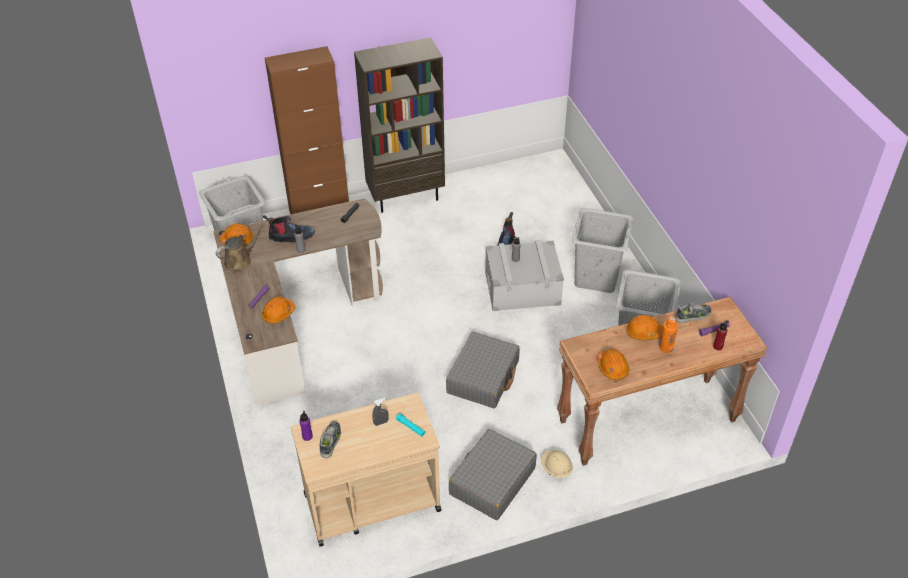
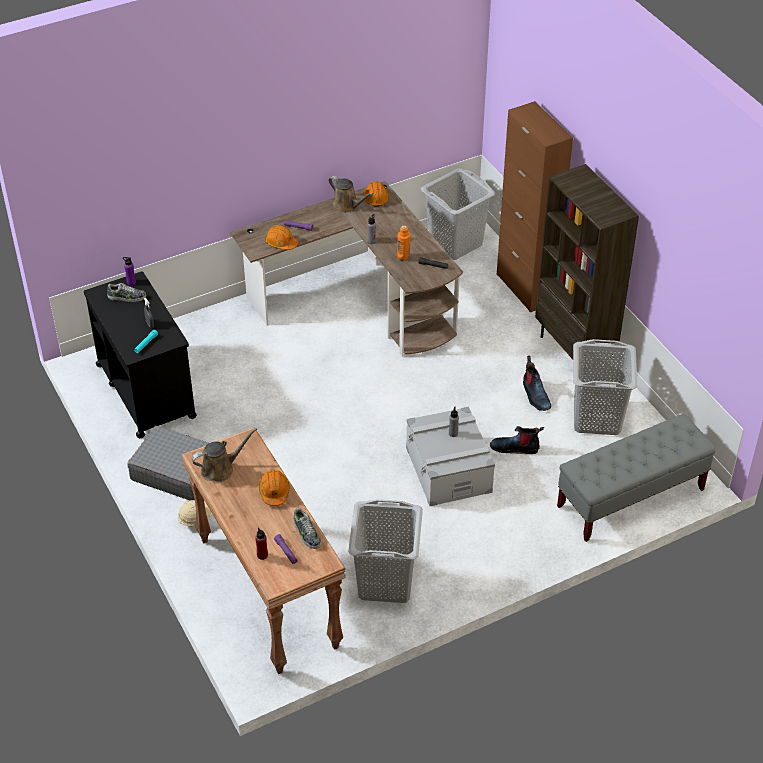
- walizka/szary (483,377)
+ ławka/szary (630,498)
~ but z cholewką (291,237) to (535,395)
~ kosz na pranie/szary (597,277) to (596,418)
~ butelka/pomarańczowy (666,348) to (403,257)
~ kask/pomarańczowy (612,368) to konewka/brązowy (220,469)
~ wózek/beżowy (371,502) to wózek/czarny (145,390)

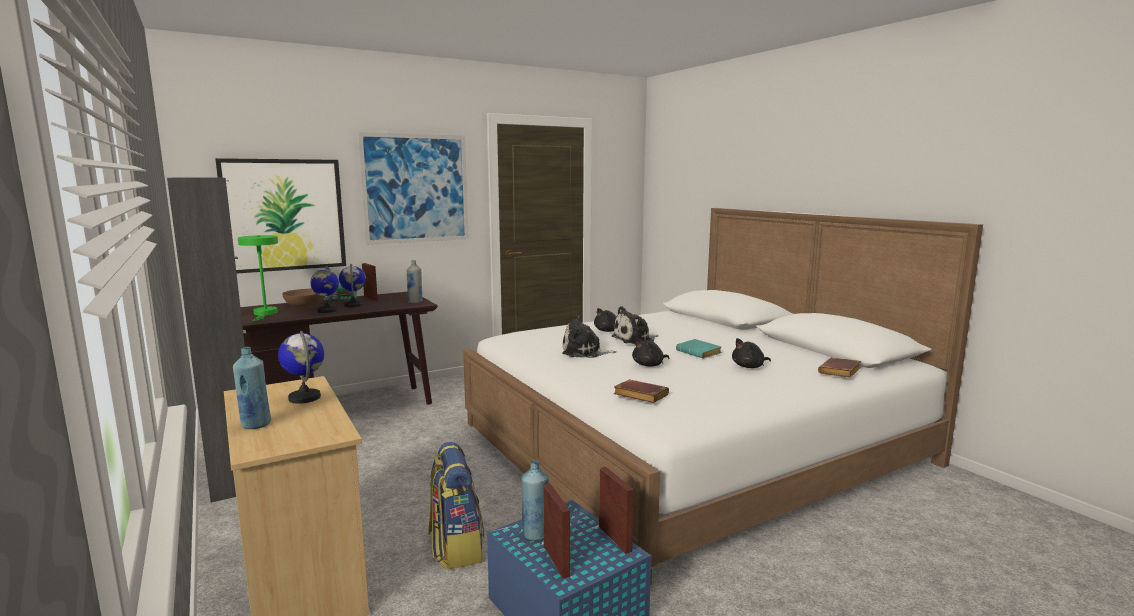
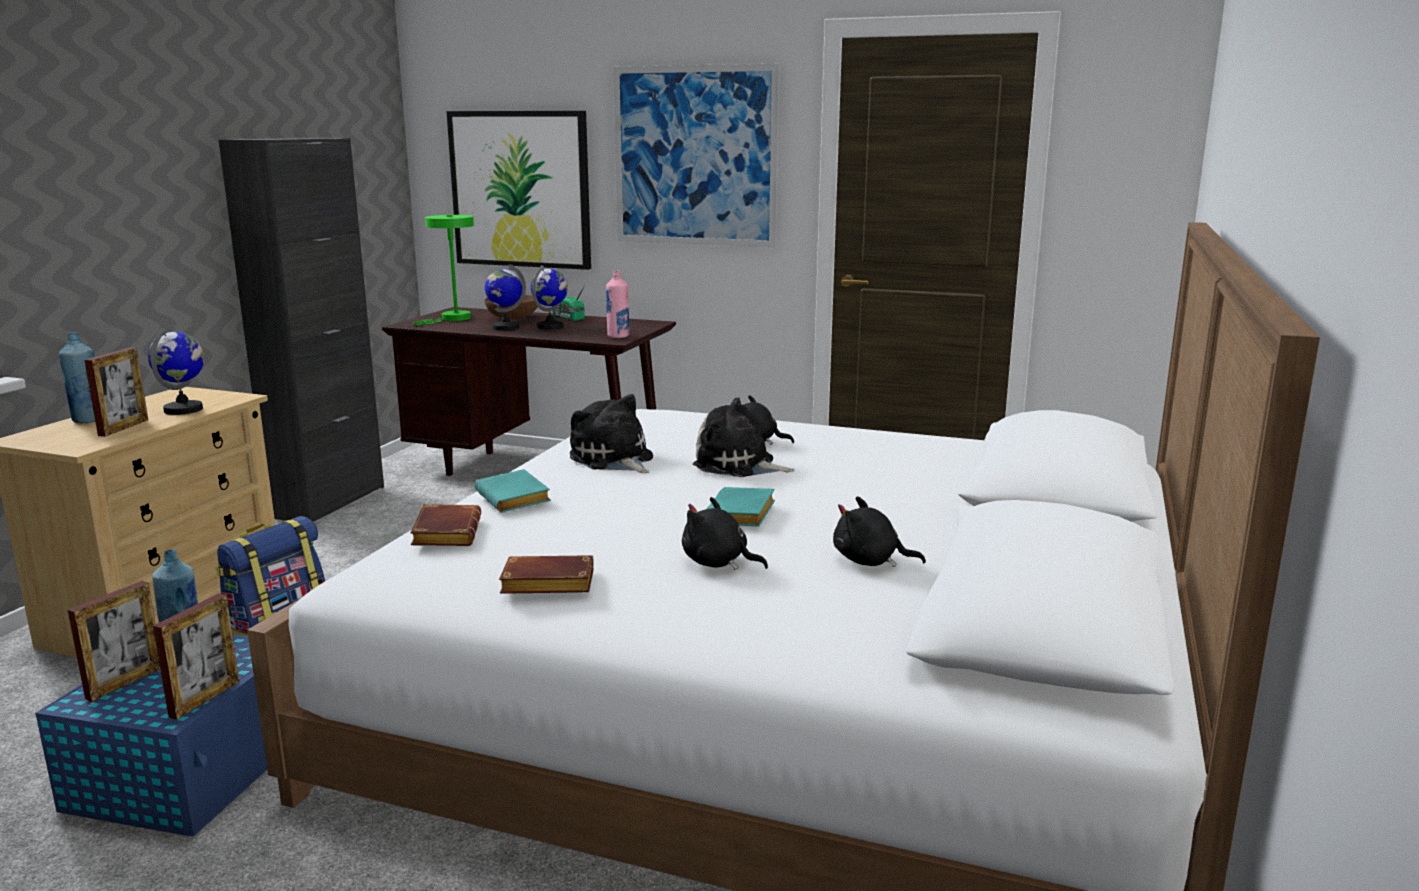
+ książka/turkusowy (516,499)
~ ramka na zdjęcie (370,298) to (123,427)
~ pluszak/czarny (649,365) to (870,561)
~ książka/brązowy (840,372) to (545,585)
~ butelka/szary (415,302) to butelka/różowy (618,336)

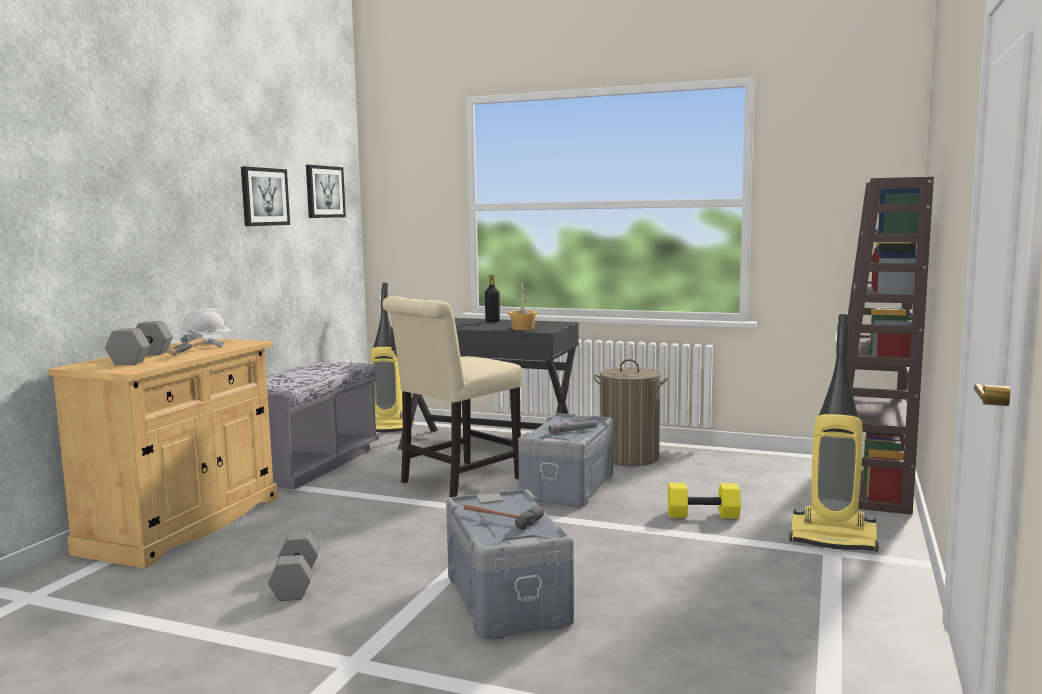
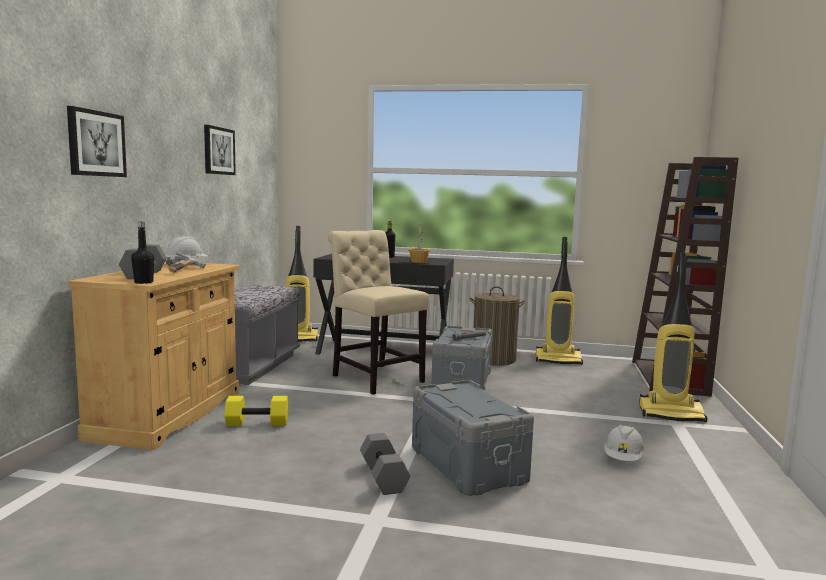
- młotek (500,519)
+ butelka/czarny (144,282)
+ odkurzacz (558,360)
+ kask/biały (623,459)
~ hantel/szary (297,582) to (384,477)
~ obraz (324,192) to (96,143)
~ hantel/żółty (703,514) to (258,423)
~ krzesło/beżowy (455,482) = (375,378) 105 degrees clockwise

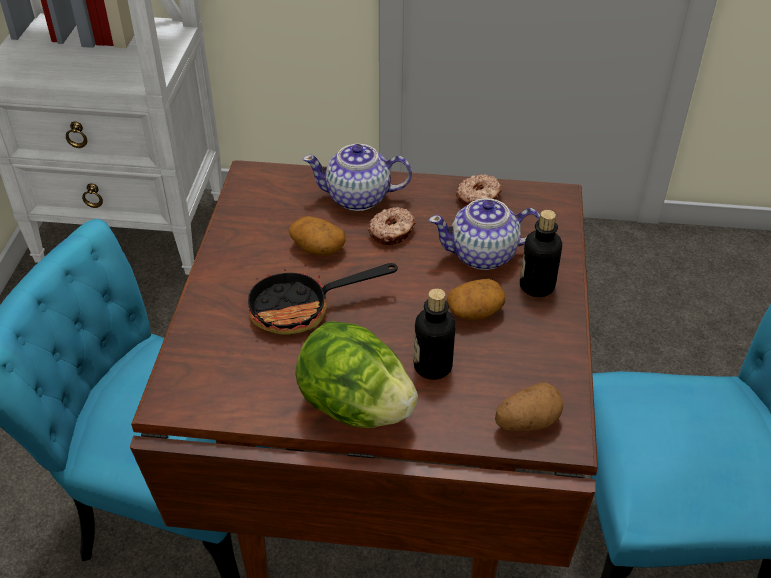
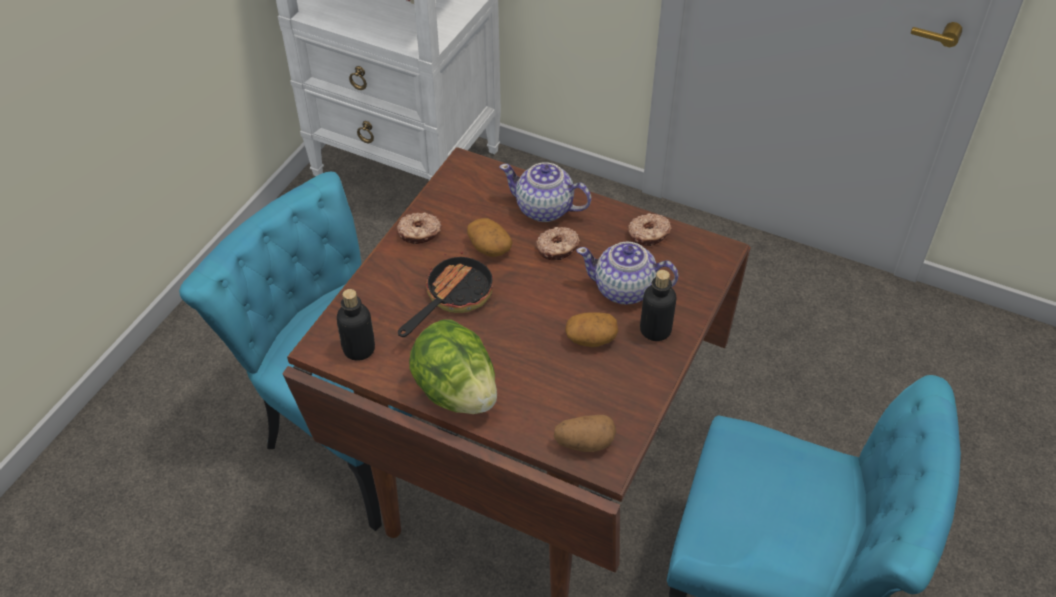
+ donut (419,233)
~ butelka (432,366) to (359,349)
~ patelnia (302,309) = (452,298) 120 degrees clockwise

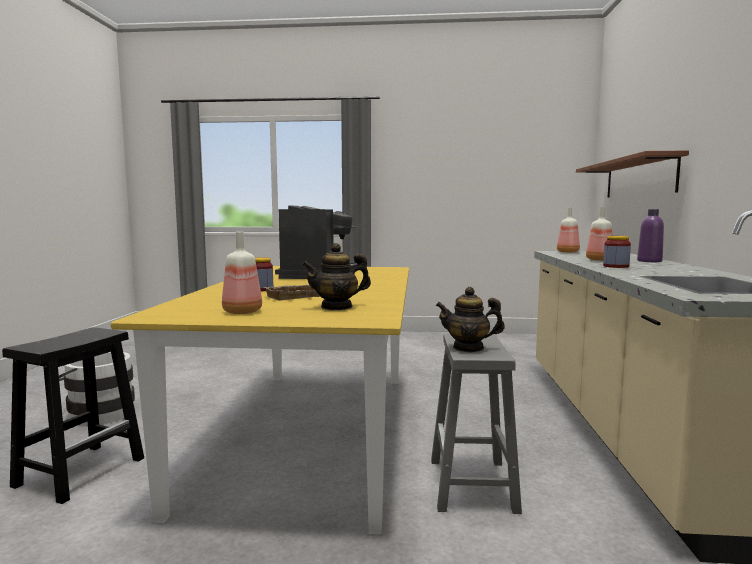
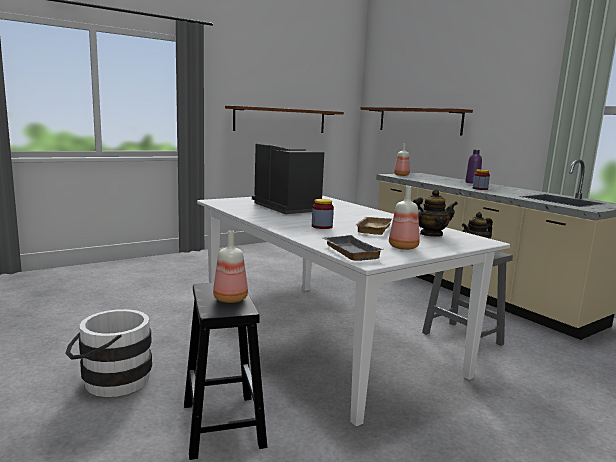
+ półka/brązowy (280,120)
+ taca/szary (348,252)
~ butelka (599,260) to (230,298)
~ stół jadalny/żółty (310,431) to stół jadalny/biały (323,338)
~ imbryk (337,307) = (430,235) 135 degrees counterclockwise

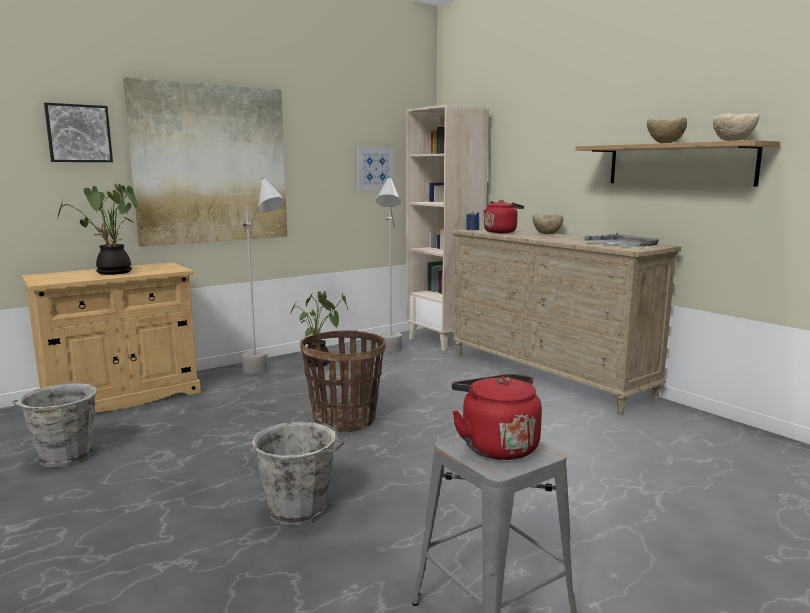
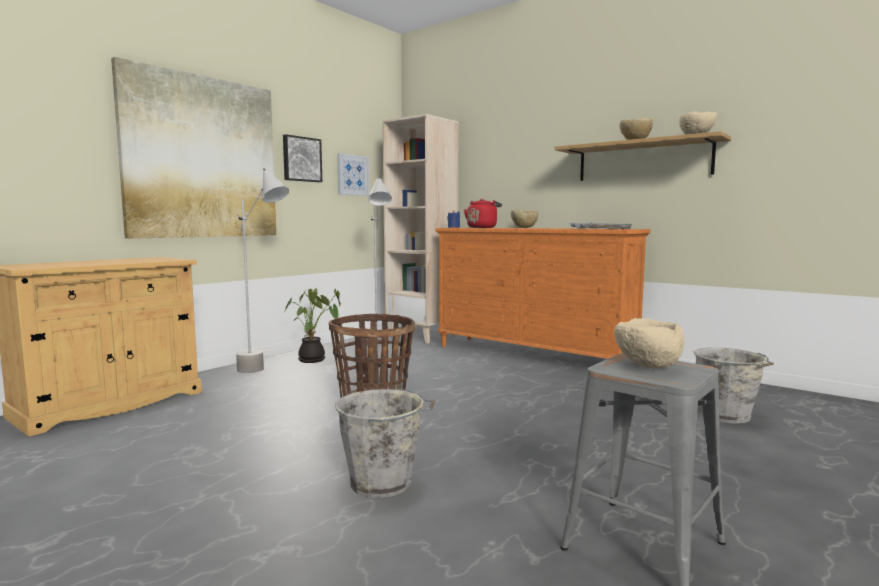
- roślina doniczkowa (111,273)
~ wiadro/szary (65,458) to (727,416)
~ obraz (78,133) to (301,159)
~ czajnik/czerwony (496,446) to miska/beżowy (647,366)
~ komoda/beżowy (547,376) to komoda/pomarańczowy (532,355)

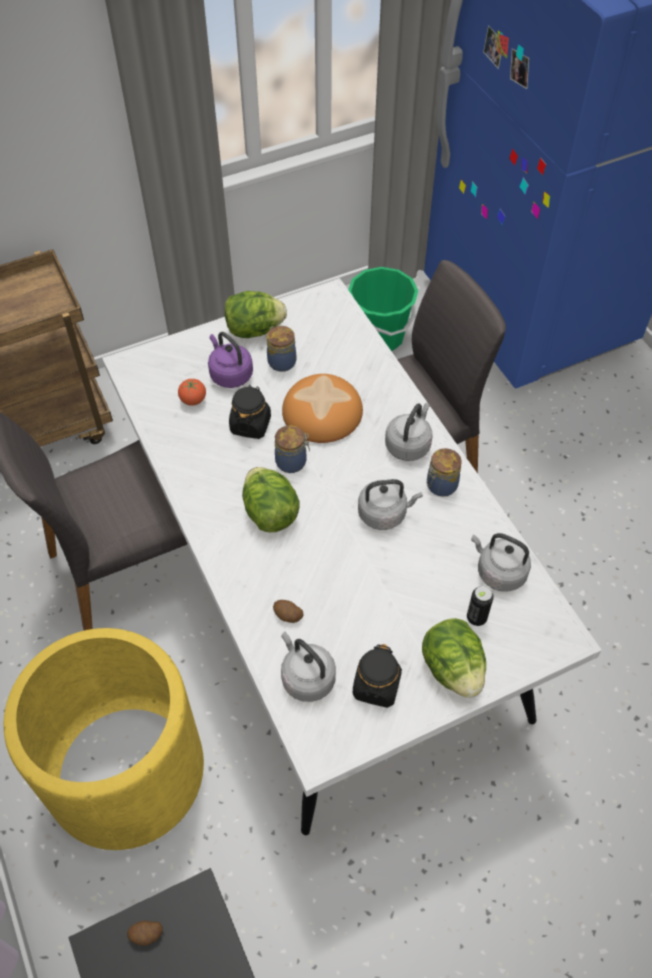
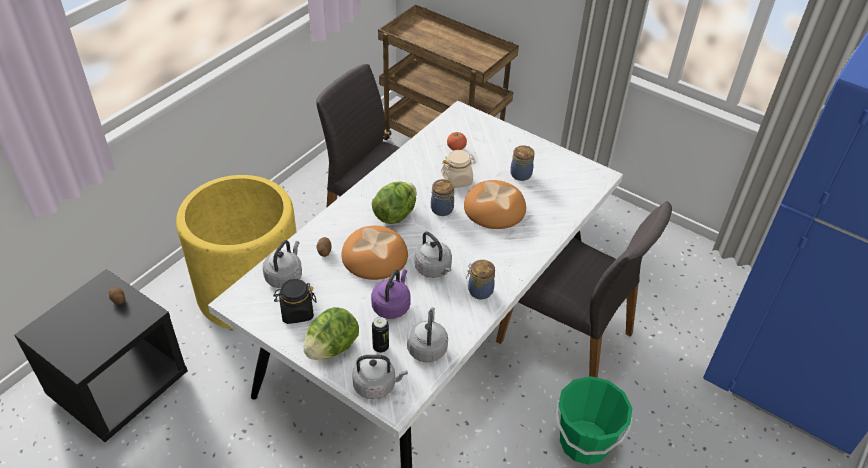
- sałata (254,330)
+ chleb (374,257)
~ czajnik/fioletowy (230,374) to (392,305)
~ wiadro/zielony (380,336) to (584,442)
~ czajnik/szary (409,445) to (377,385)
~ słoik/czarny (250,425) to słoik/beżowy (457,180)

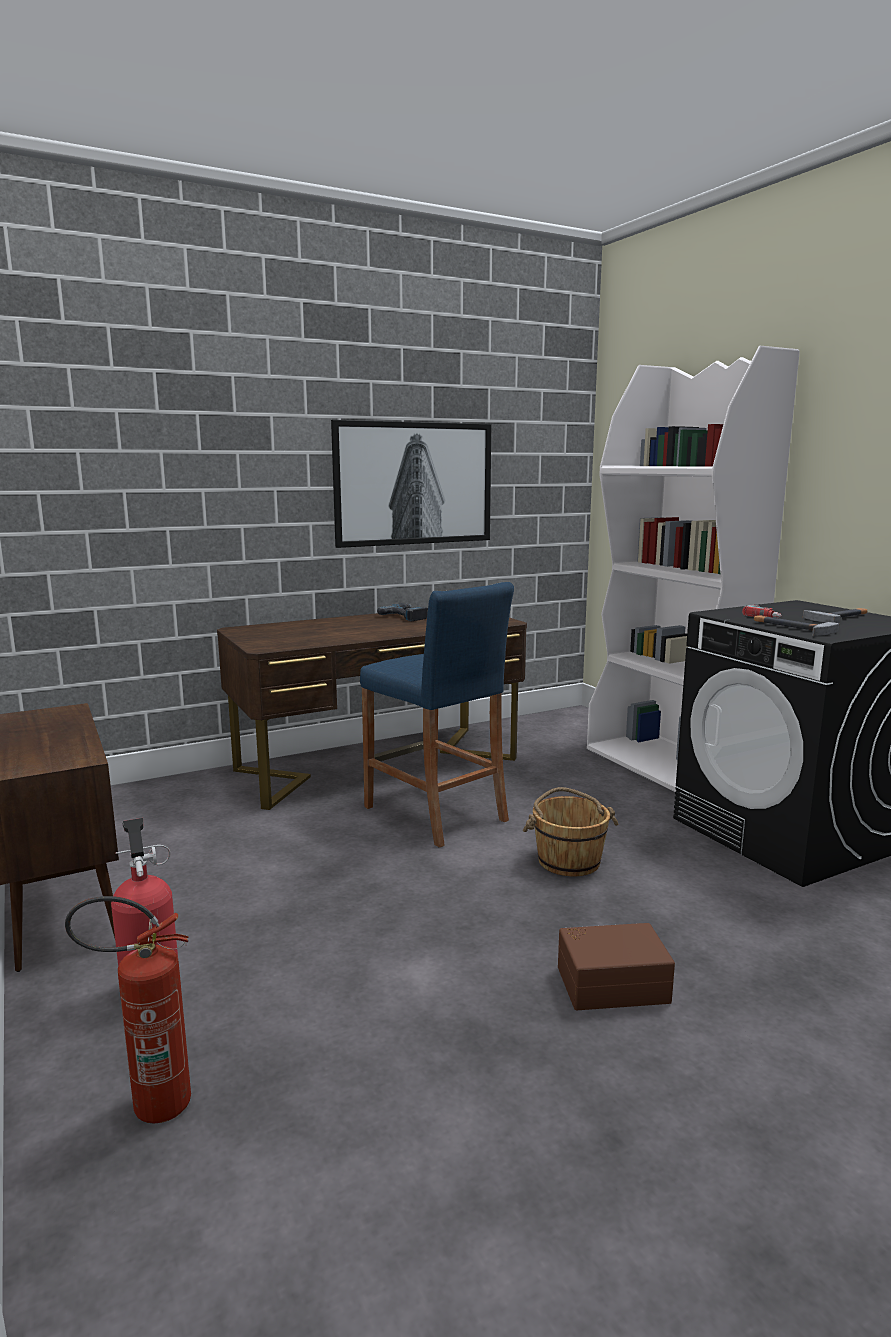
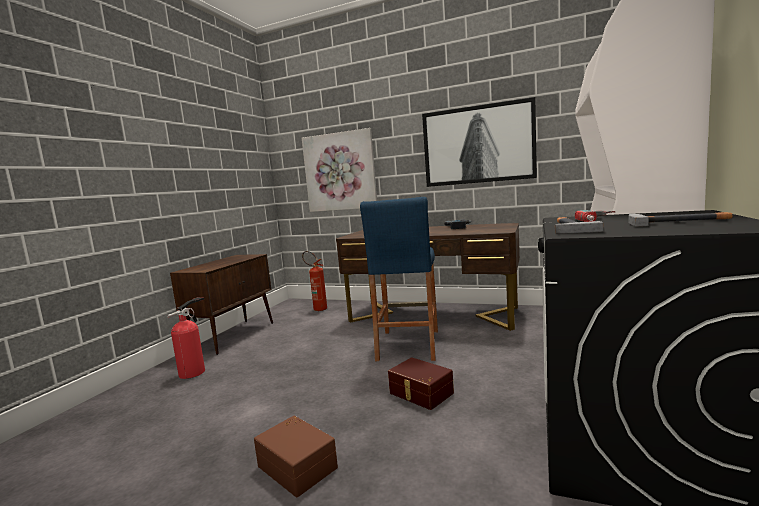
+ obraz (340,171)
~ gaśnica (147,1107) to (317,308)
~ wiadro/brązowy (568,860) to pojemnik do przechowywania/brązowy (420,393)

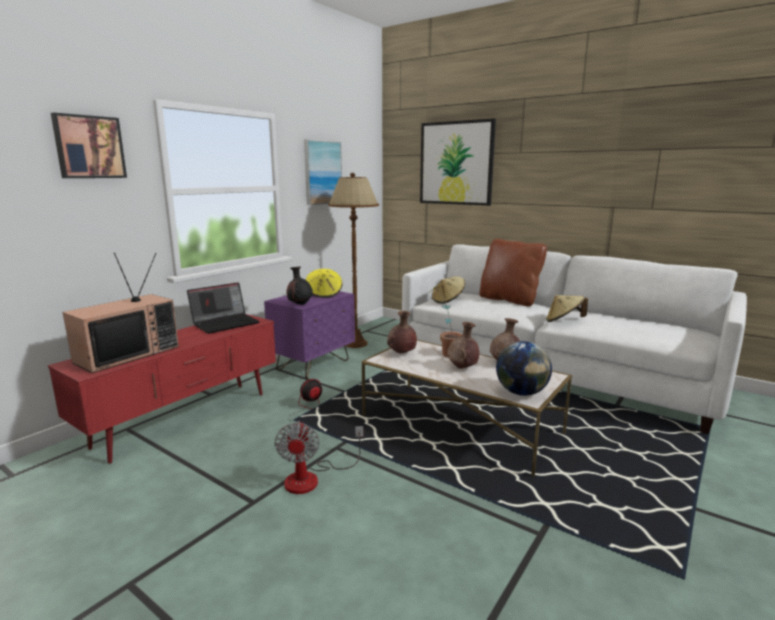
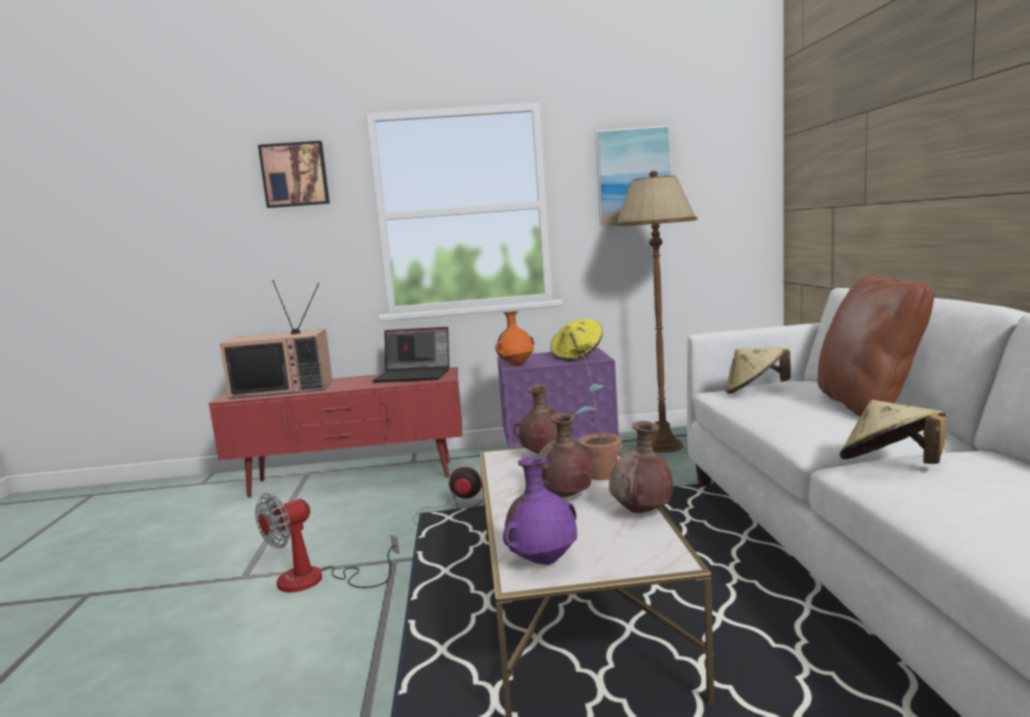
- obraz (456,163)
~ globus (521,392) to wazon/fioletowy (544,561)
~ wazon/czarny (300,304) to wazon/pomarańczowy (516,365)

